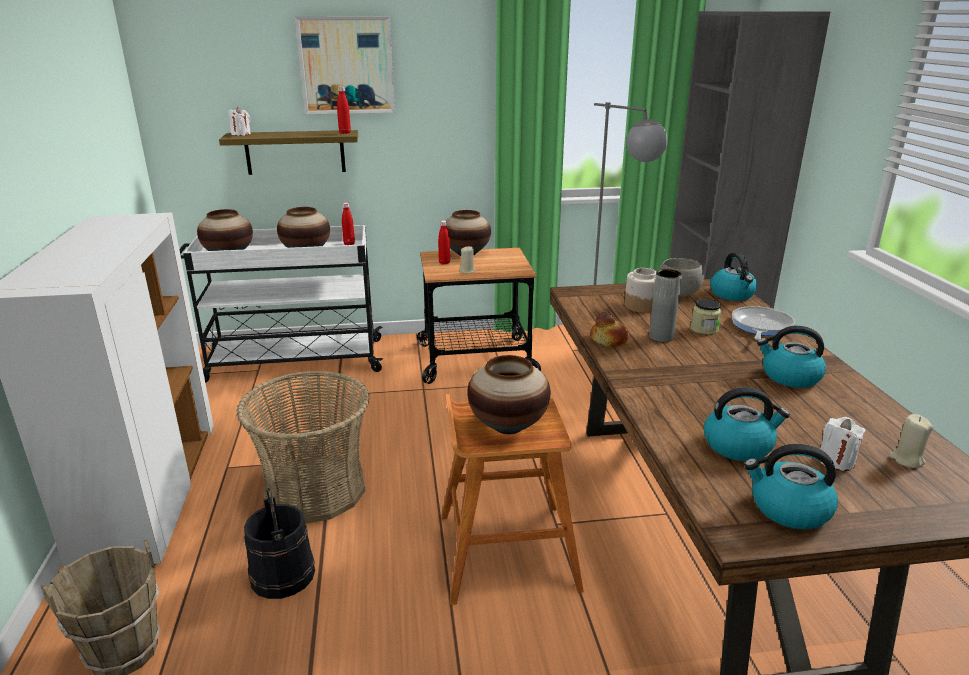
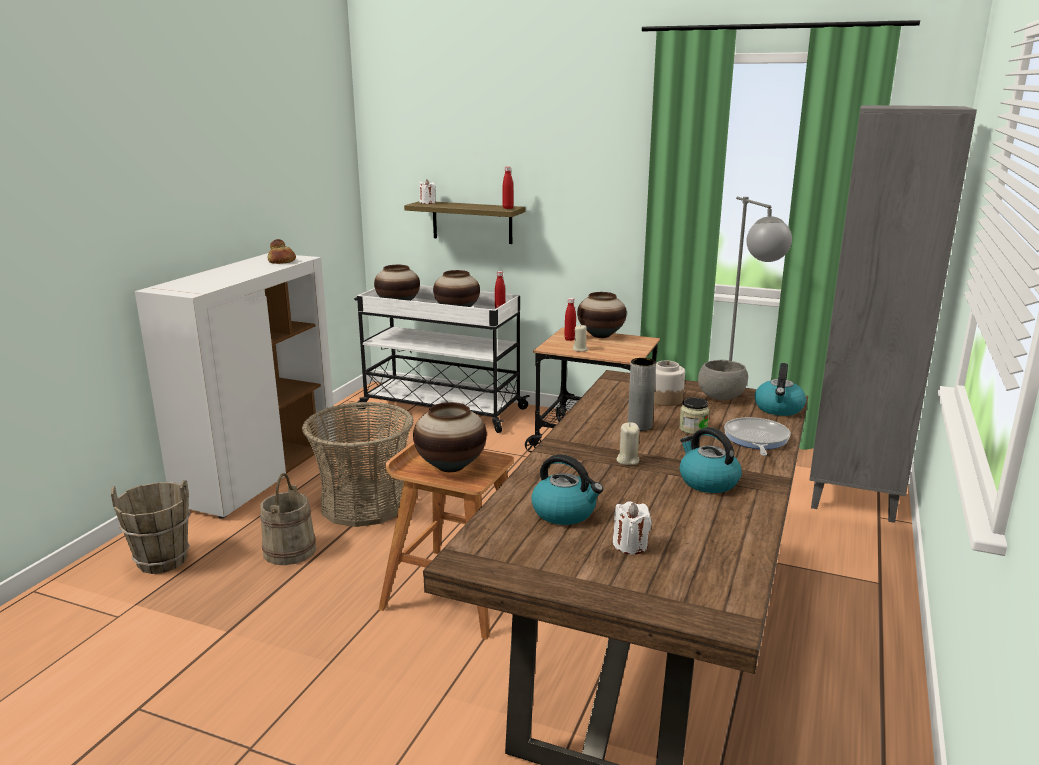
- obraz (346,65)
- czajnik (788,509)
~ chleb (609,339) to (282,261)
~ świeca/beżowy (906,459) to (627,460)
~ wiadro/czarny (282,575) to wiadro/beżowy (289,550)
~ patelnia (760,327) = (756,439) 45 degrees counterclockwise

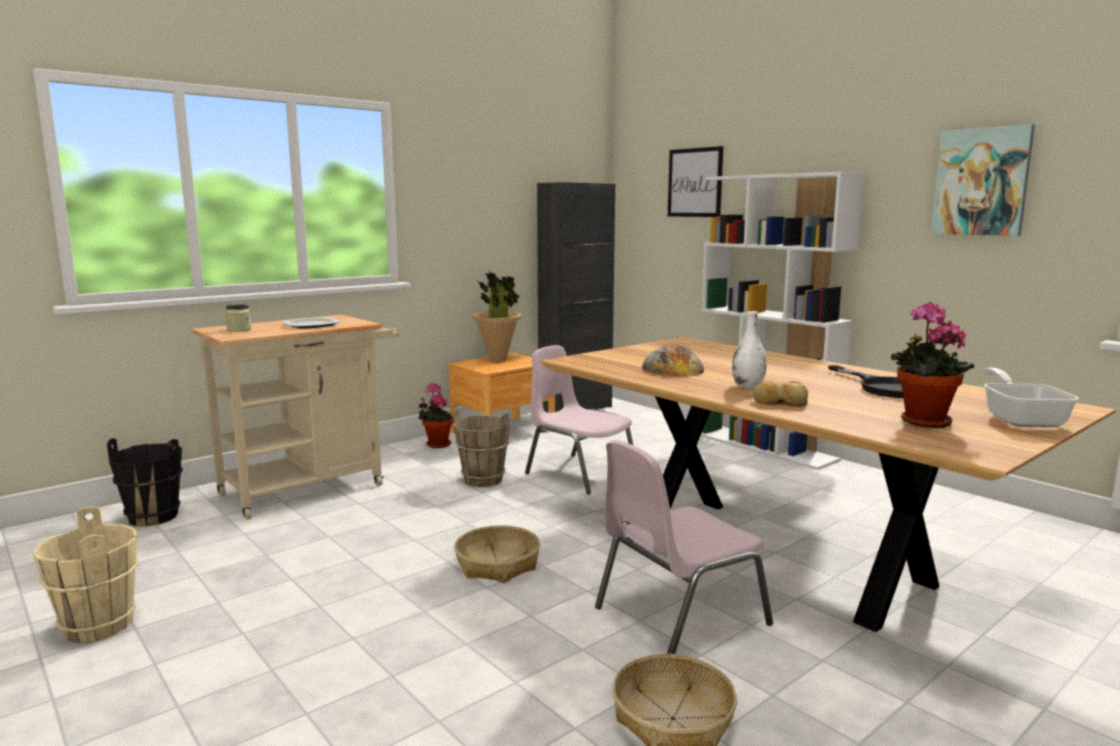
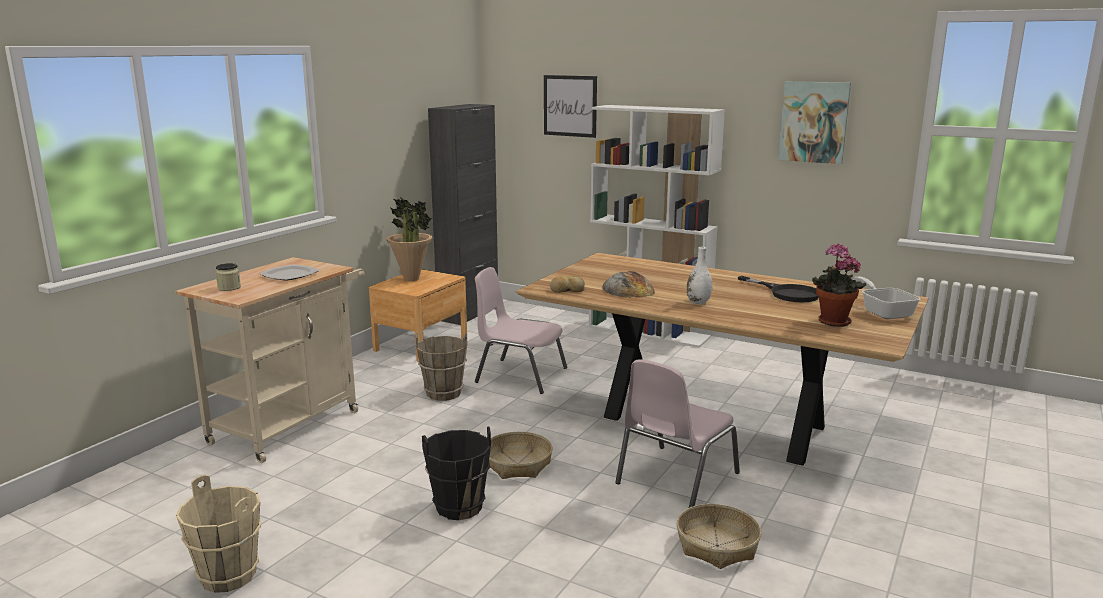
- roślina doniczkowa (436,444)
~ wiadro/czarny (153,517) to (459,507)
~ chleb (779,402) to (567,290)

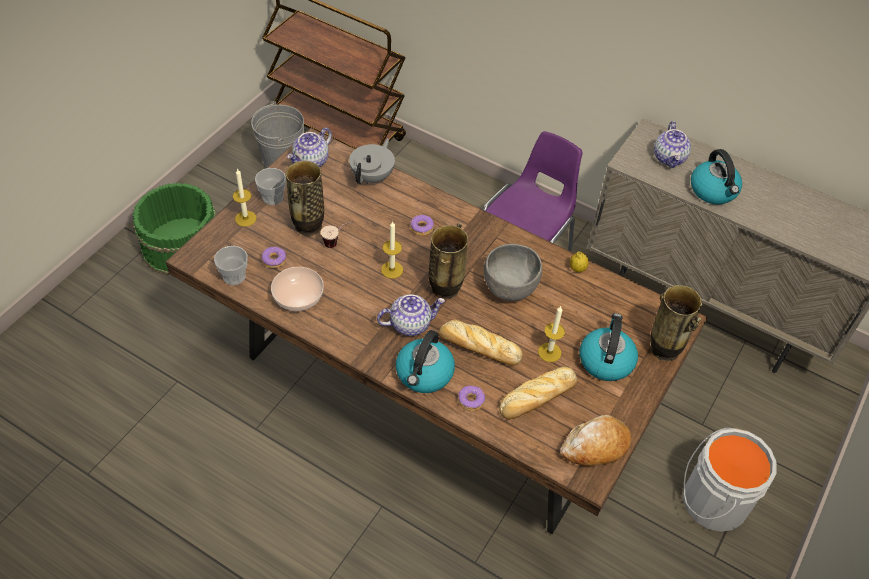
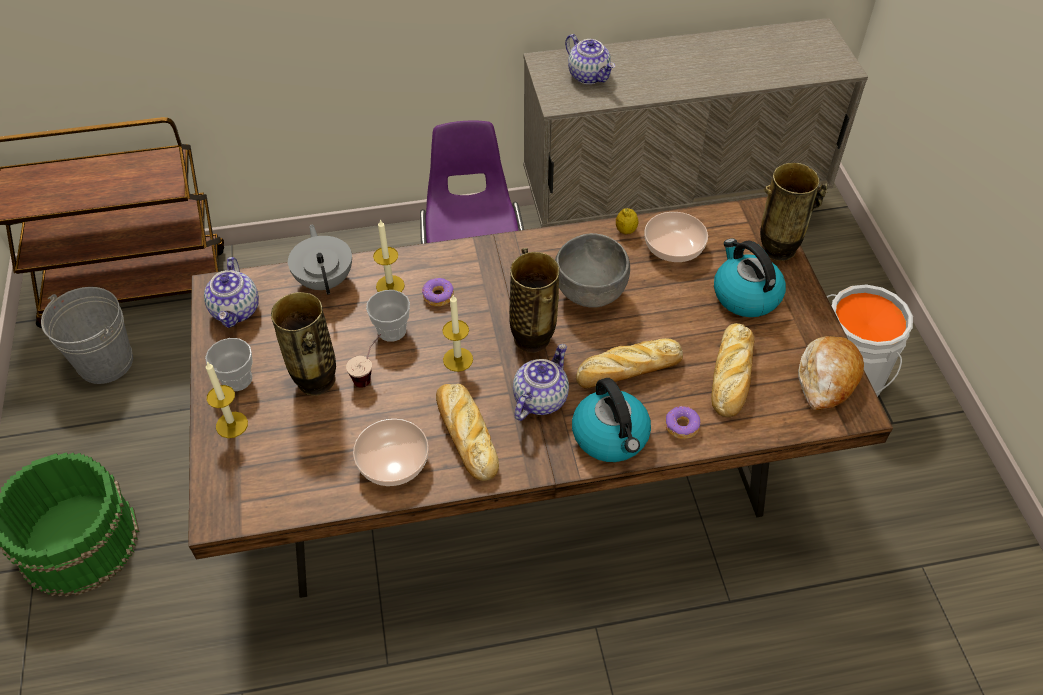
- donut (274,260)
- czajnik (713,191)
+ chleb (466,433)
+ miska (675,247)
~ filiżanka (234,276) to (392,330)
~ świeca (549,352) to (390,286)

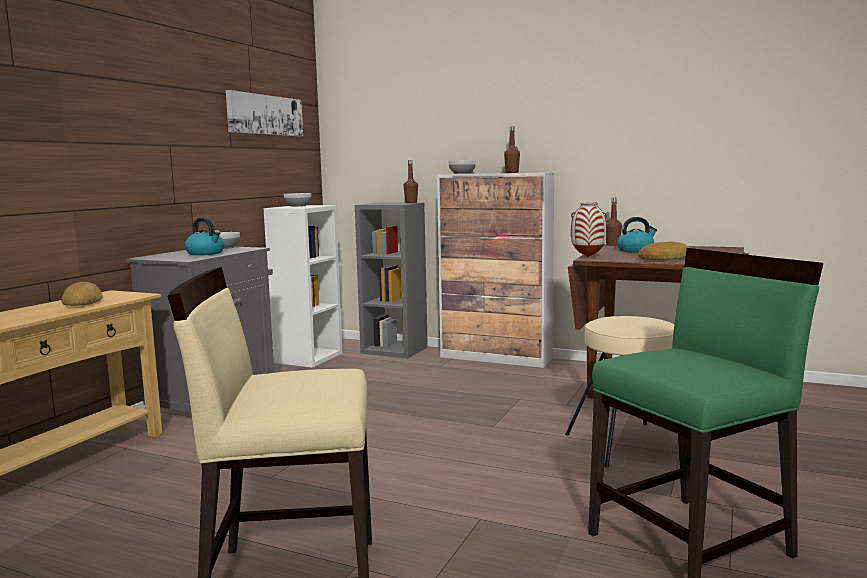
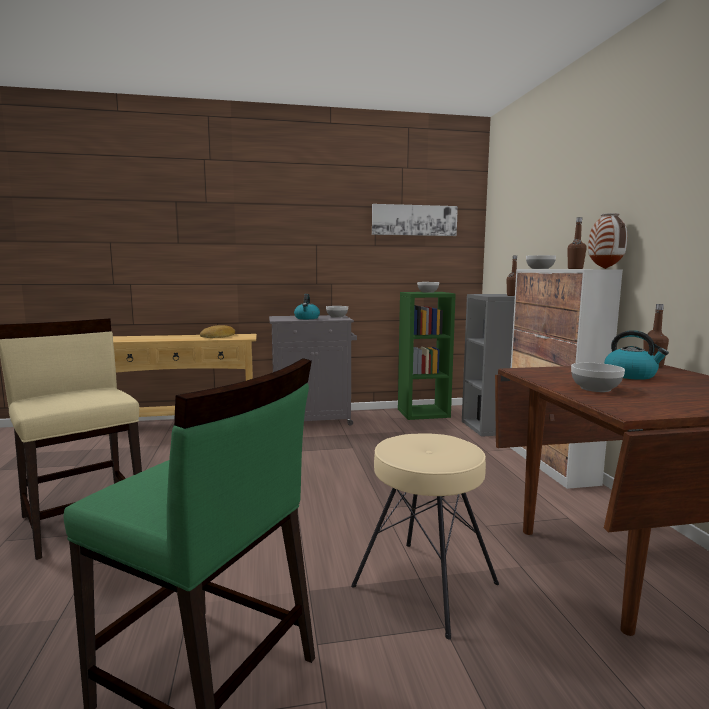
~ wazon (588,257) to (605,269)
~ chleb (663,258) to miska (594,388)
~ regał/biały (308,357) to regał/zielony (423,413)

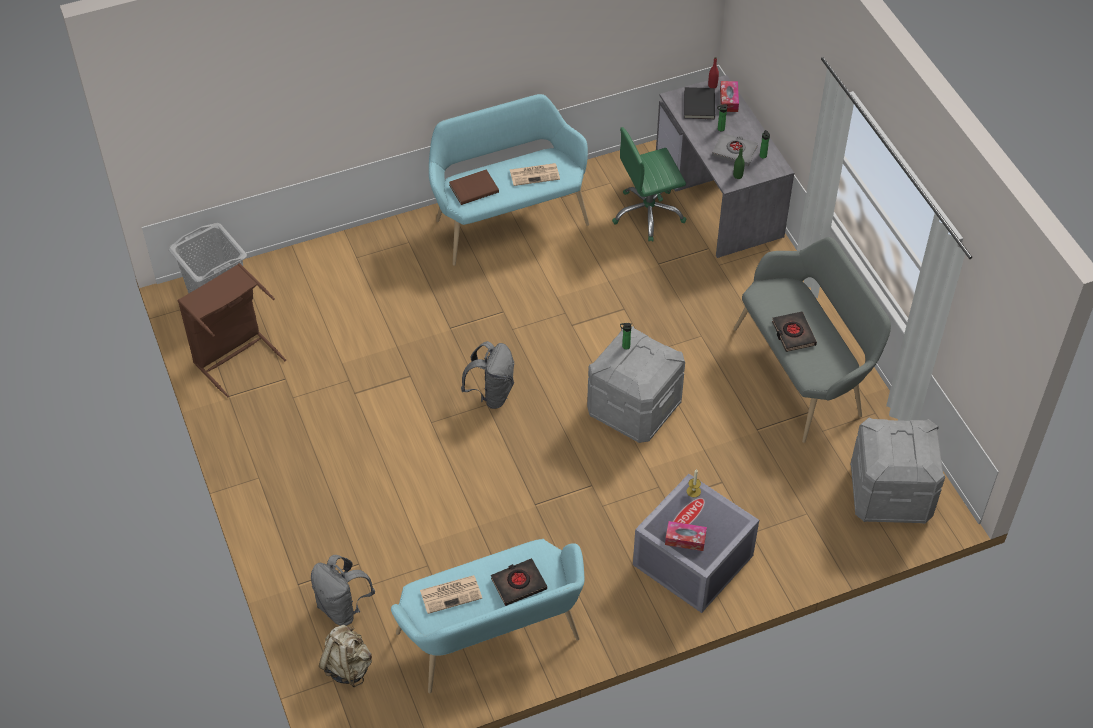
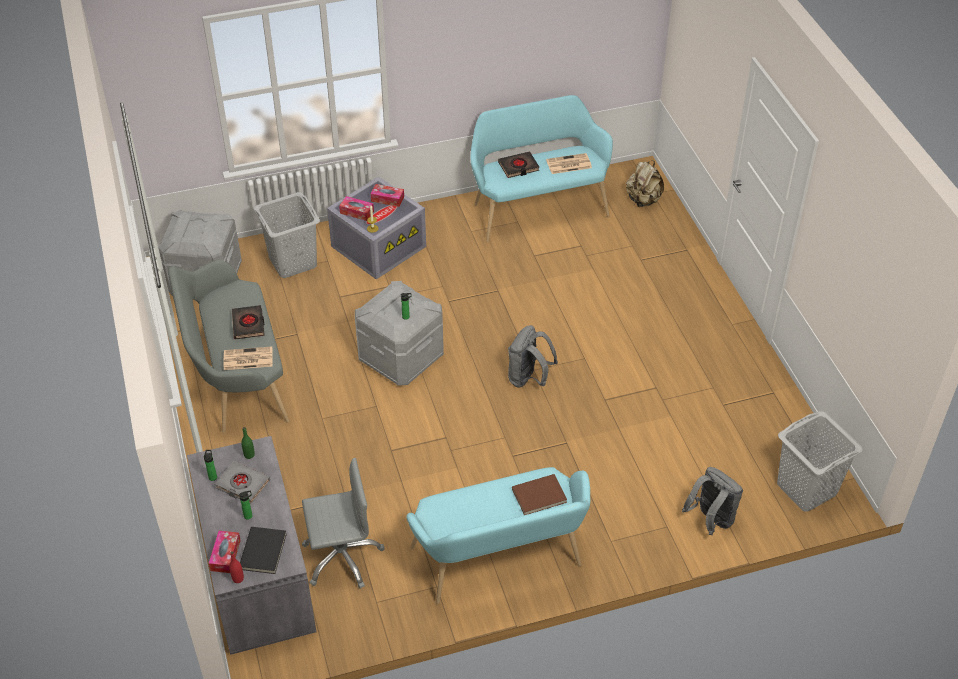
- kosz na pranie/brązowy (234,356)
+ kosz na pranie/szary (292,262)
+ pudełko chusteczek (357,212)
~ plecak/szary (343,607) to (710,520)
~ gazeta (535,174) to (247,359)
~ krzesło biurowe/zielony (648,214) to krzesło biurowe/szary (342,557)

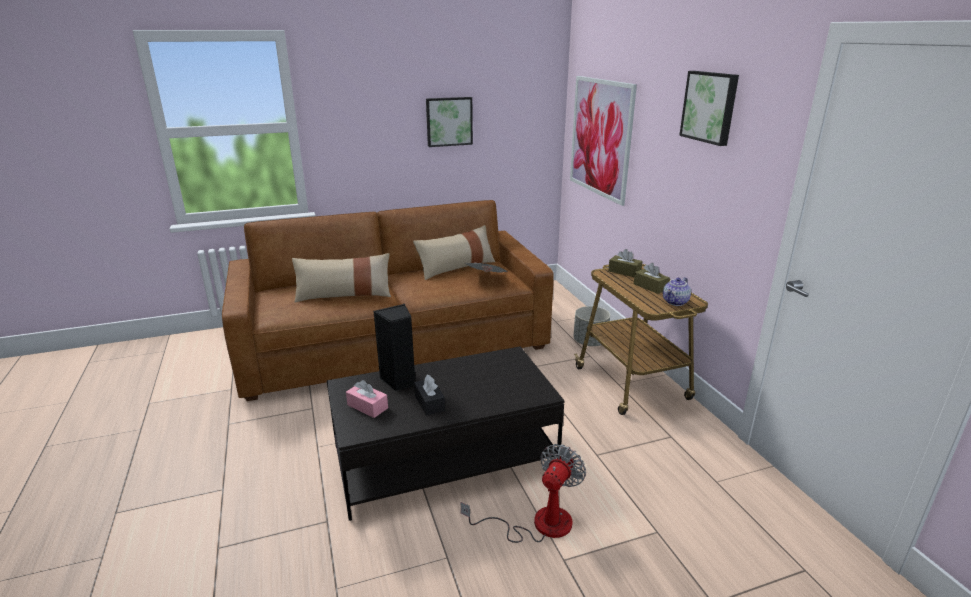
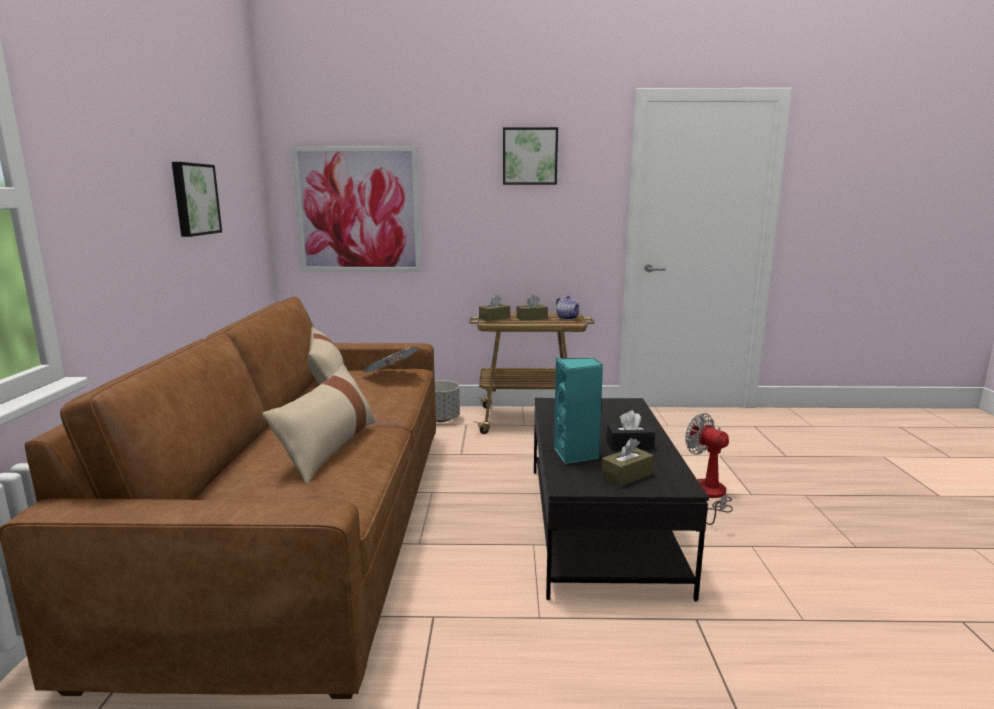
~ pudełko chusteczek/różowy (367,406) to pudełko chusteczek/brązowy (626,475)
~ głośnik/czarny (399,381) to głośnik/turkusowy (576,455)

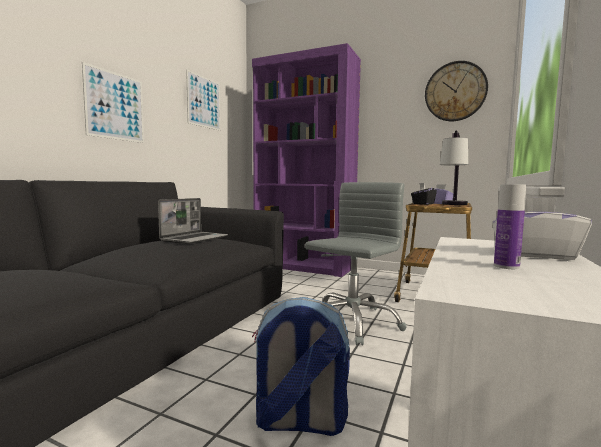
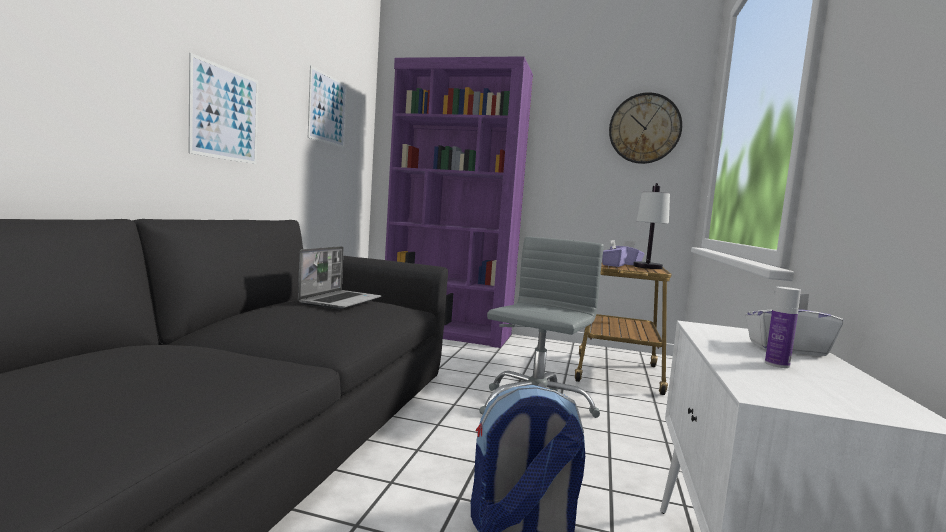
~ pudełko chusteczek/czarny (423,204) to pudełko chusteczek/fioletowy (613,265)

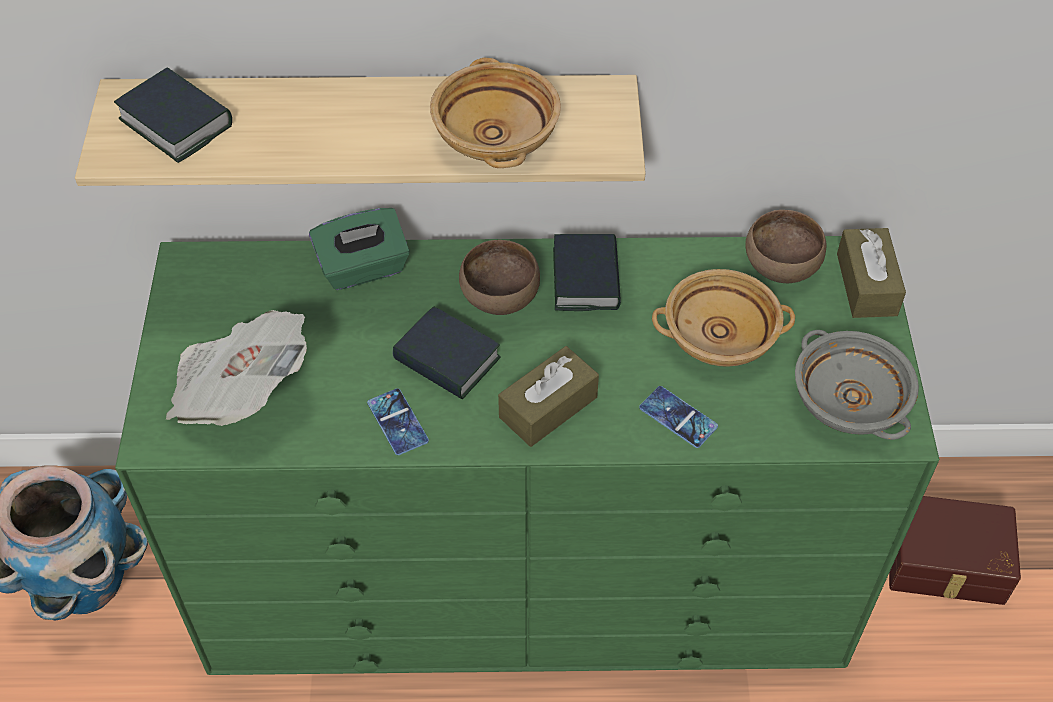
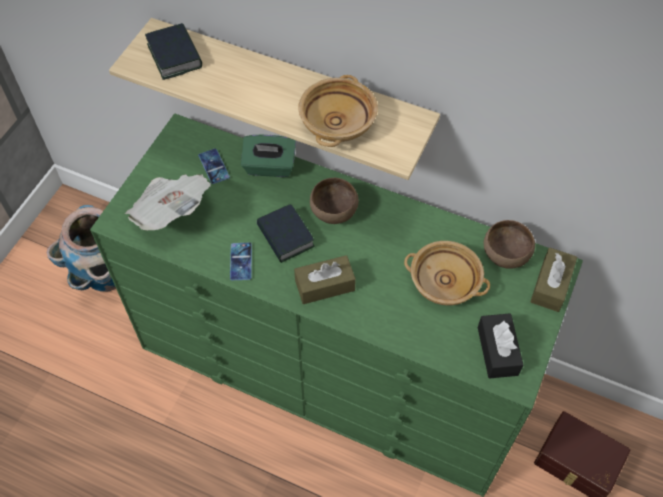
- książka (586,278)
~ telefon (678,417) to (214,166)
~ miska/szary (847,401) to pudełko chusteczek/czarny (497,351)

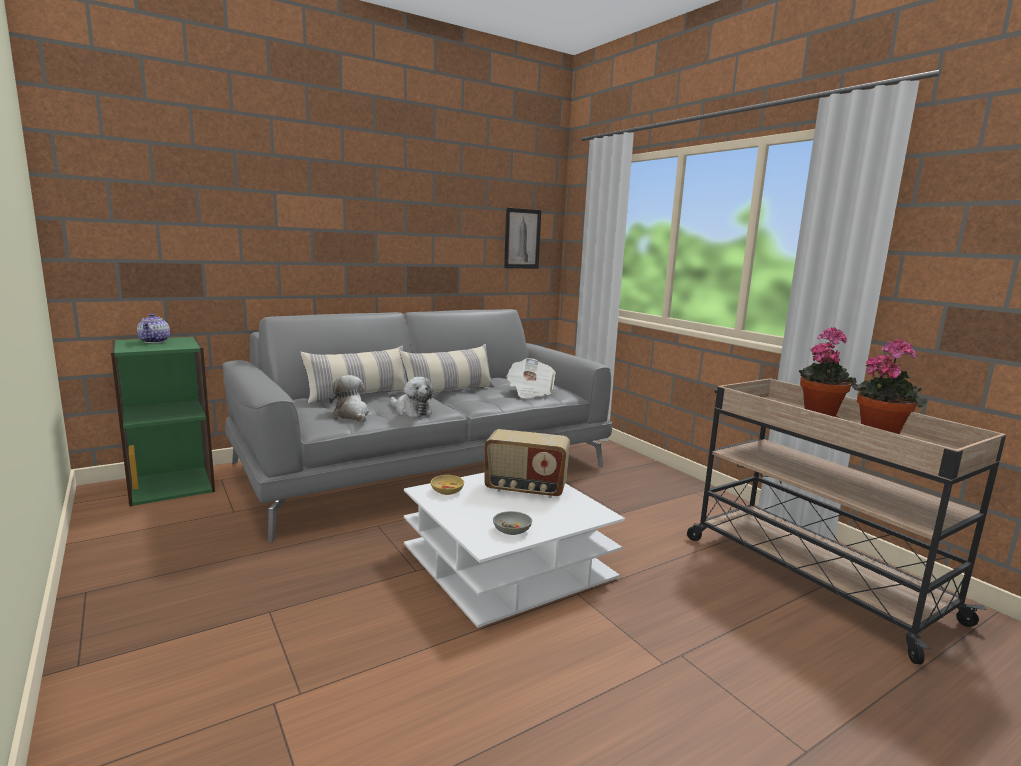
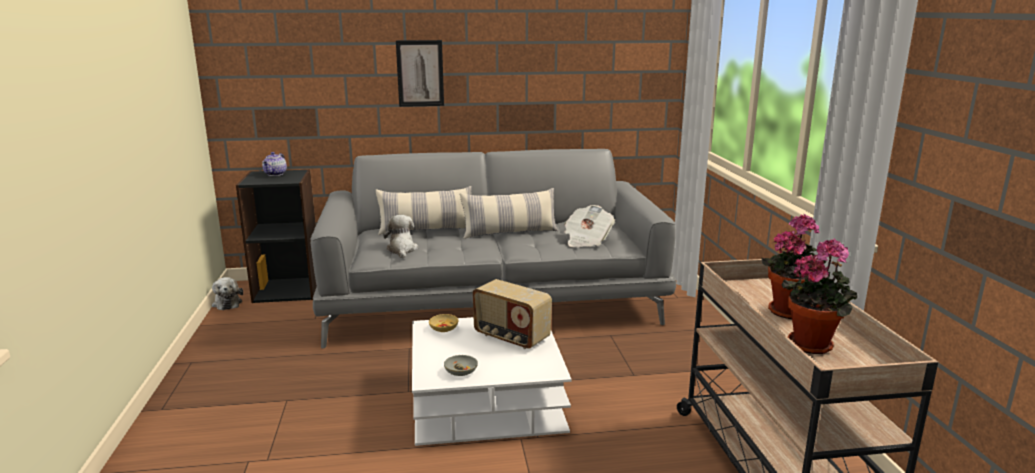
~ pluszak (411,411) to (227,303)
~ obraz (522,238) to (420,73)
~ regał/zielony (171,485) to regał/czarny (288,289)

